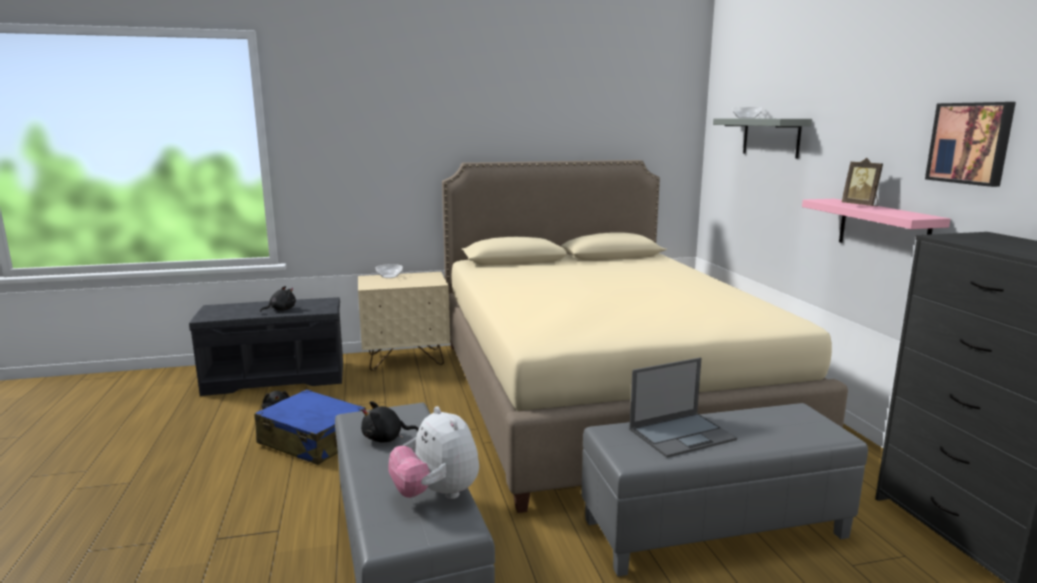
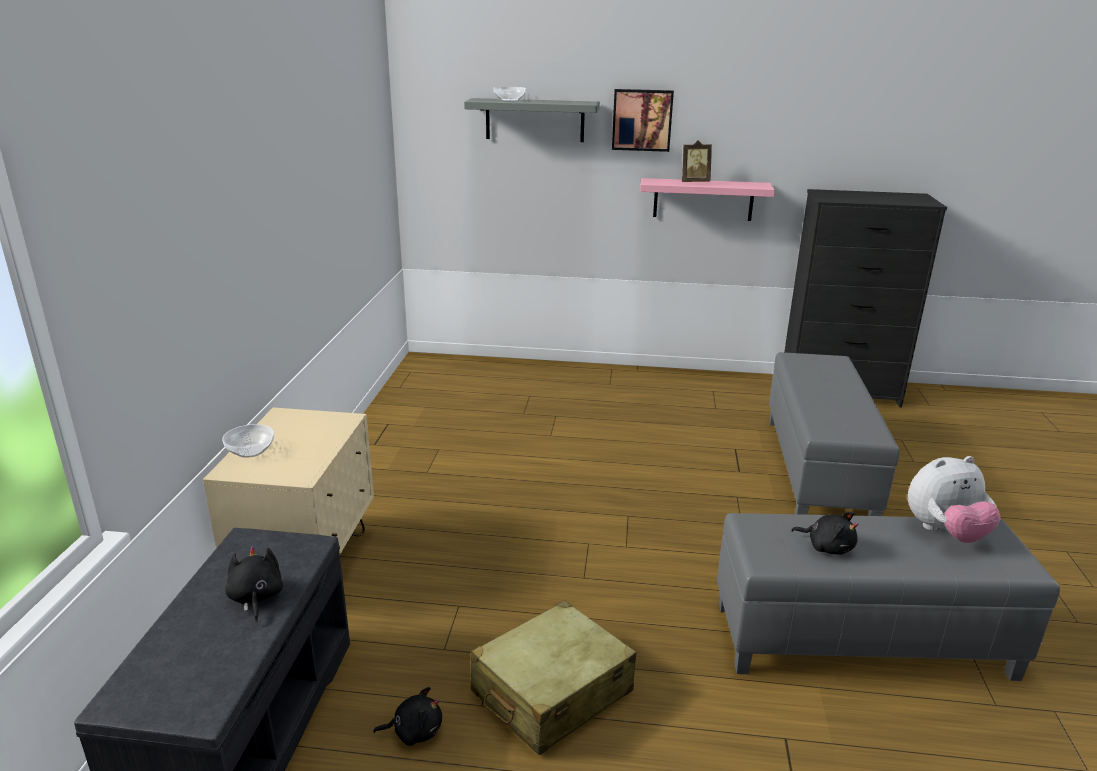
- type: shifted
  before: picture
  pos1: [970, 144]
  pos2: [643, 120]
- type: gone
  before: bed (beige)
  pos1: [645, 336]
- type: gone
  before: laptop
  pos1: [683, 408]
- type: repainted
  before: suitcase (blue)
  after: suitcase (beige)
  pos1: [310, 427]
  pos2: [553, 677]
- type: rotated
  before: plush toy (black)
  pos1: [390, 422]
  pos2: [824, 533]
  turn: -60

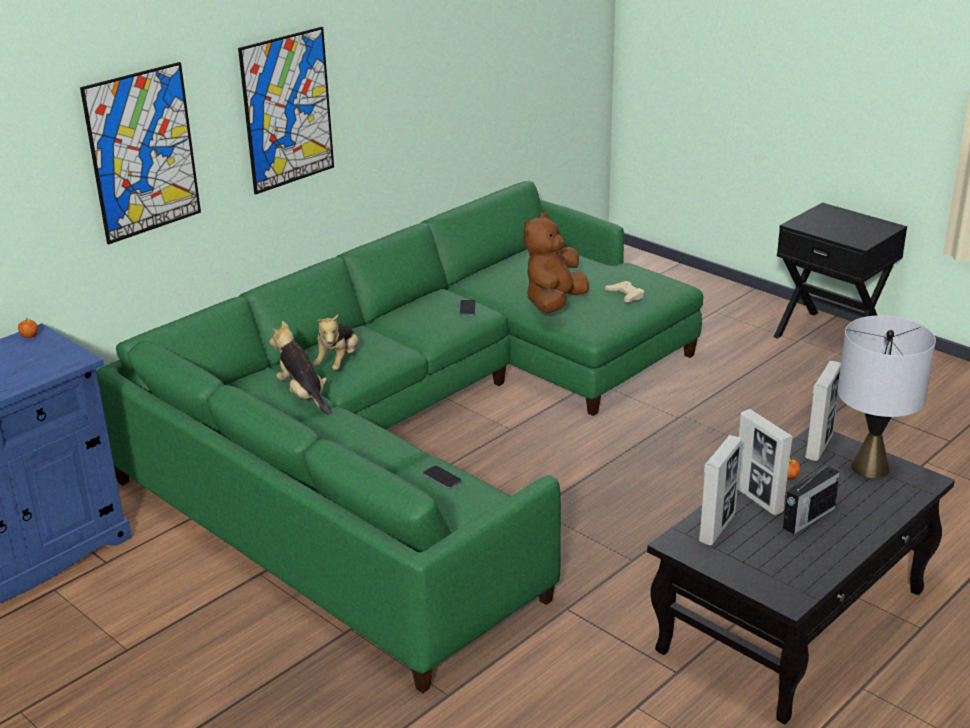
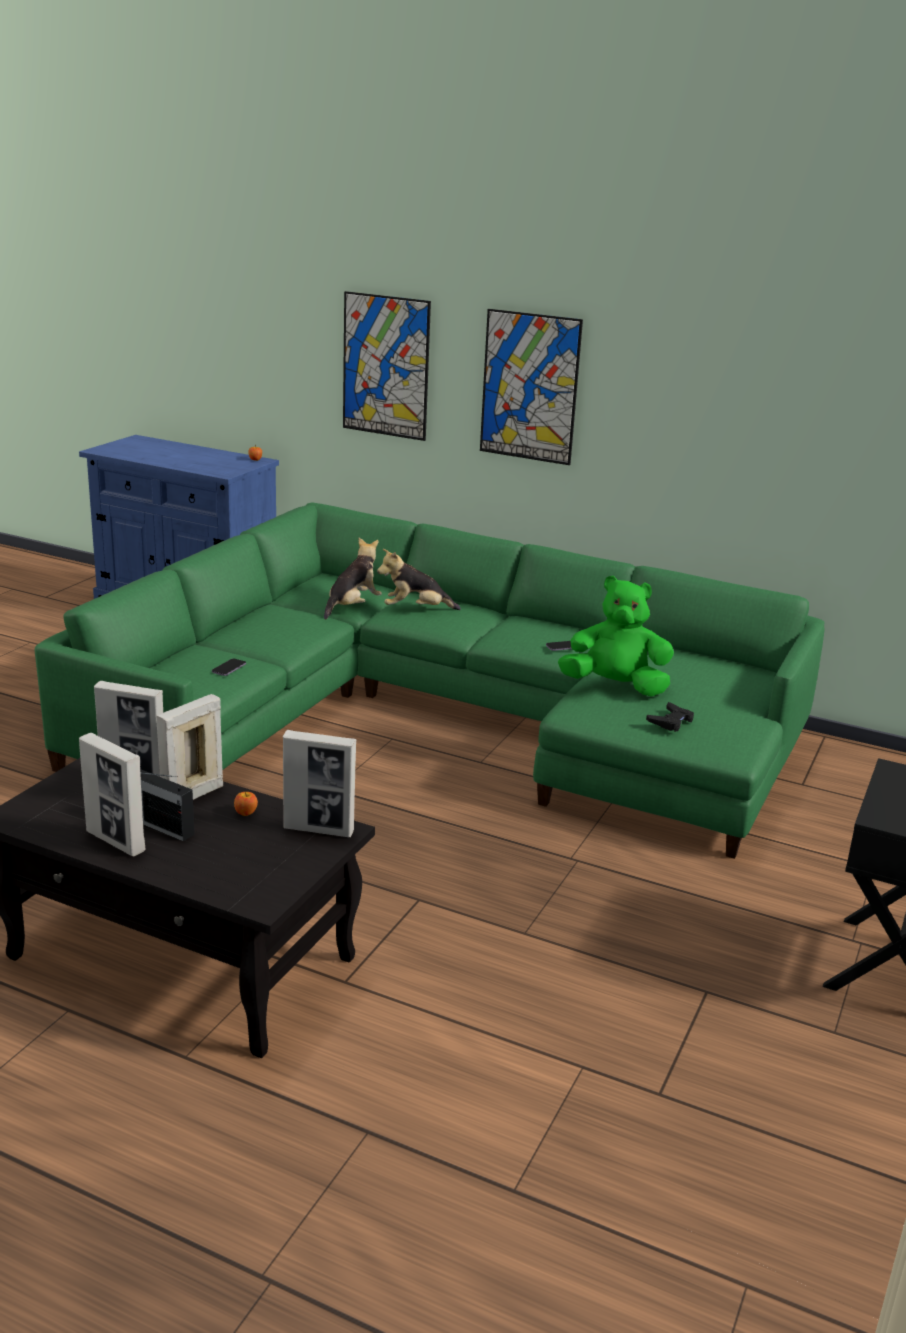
- type: repainted
  before: plush toy (brown)
  after: plush toy (green)
  pos1: [556, 262]
  pos2: [616, 636]
- type: repainted
  before: game controller (beige)
  after: game controller (black)
  pos1: [624, 291]
  pos2: [670, 717]
- type: gone
  before: table lamp (grey)
  pos1: [886, 396]
- type: new
  after: picture frame
  pos2: [112, 794]

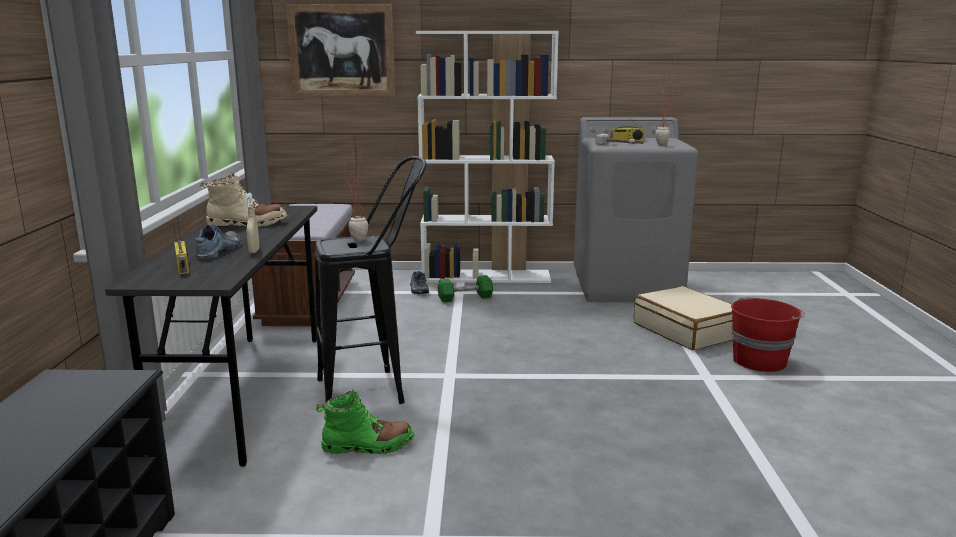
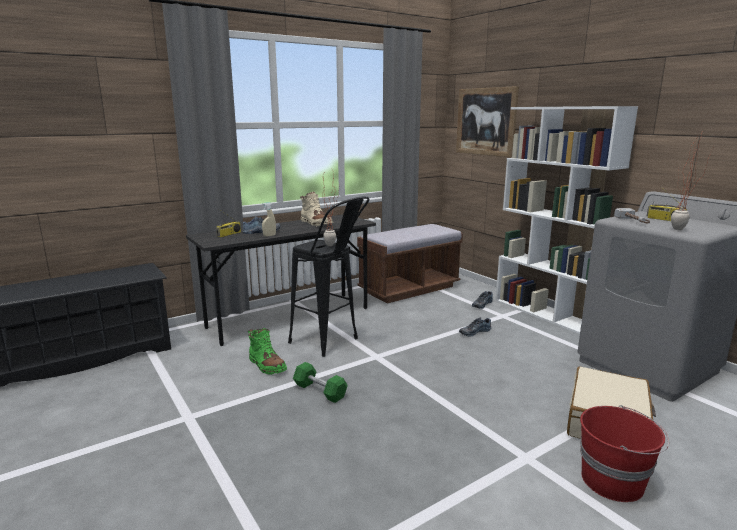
- type: shifted
  before: dumbbell (green)
  pos1: [465, 288]
  pos2: [320, 382]
- type: new
  after: shoe
  pos2: [475, 327]

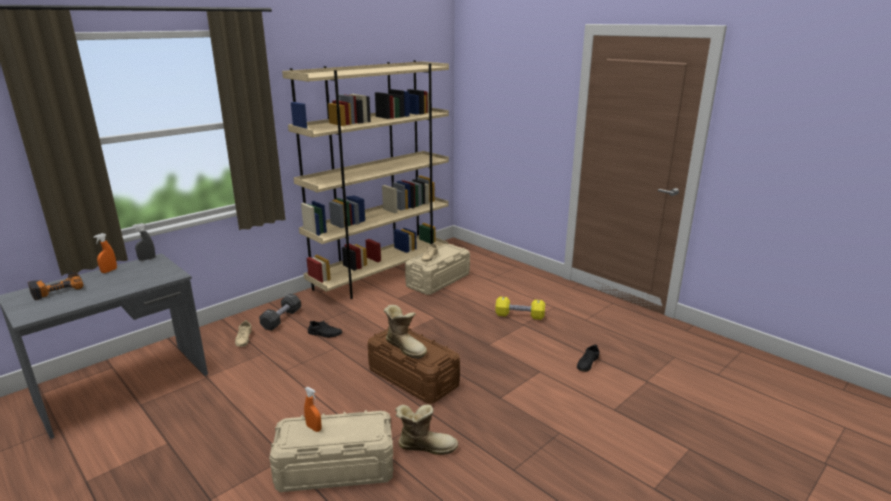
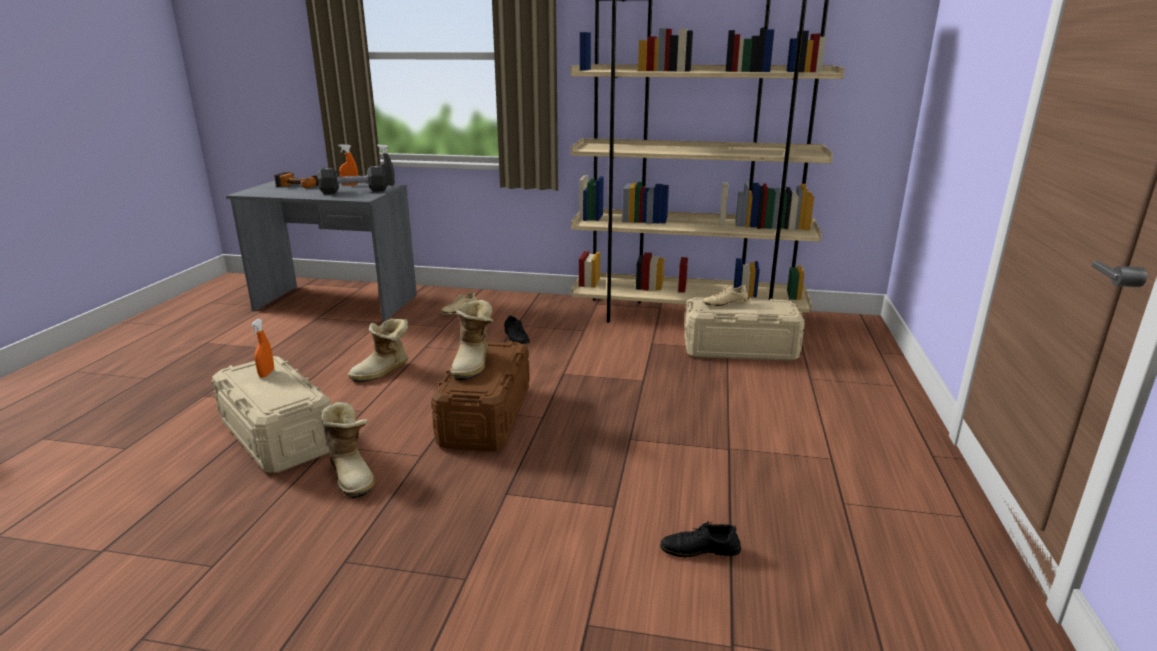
- type: shifted
  before: dumbbell (black)
  pos1: [280, 312]
  pos2: [352, 179]
- type: gone
  before: dumbbell (yellow)
  pos1: [520, 308]
- type: new
  after: boot
  pos2: [378, 350]

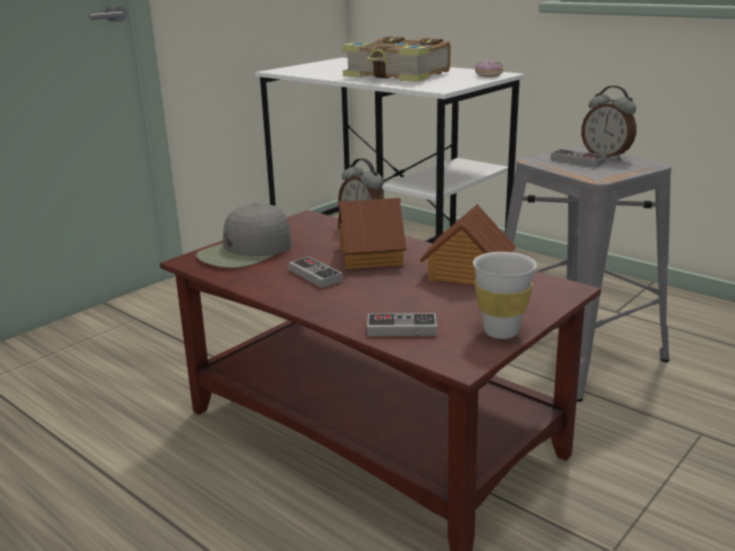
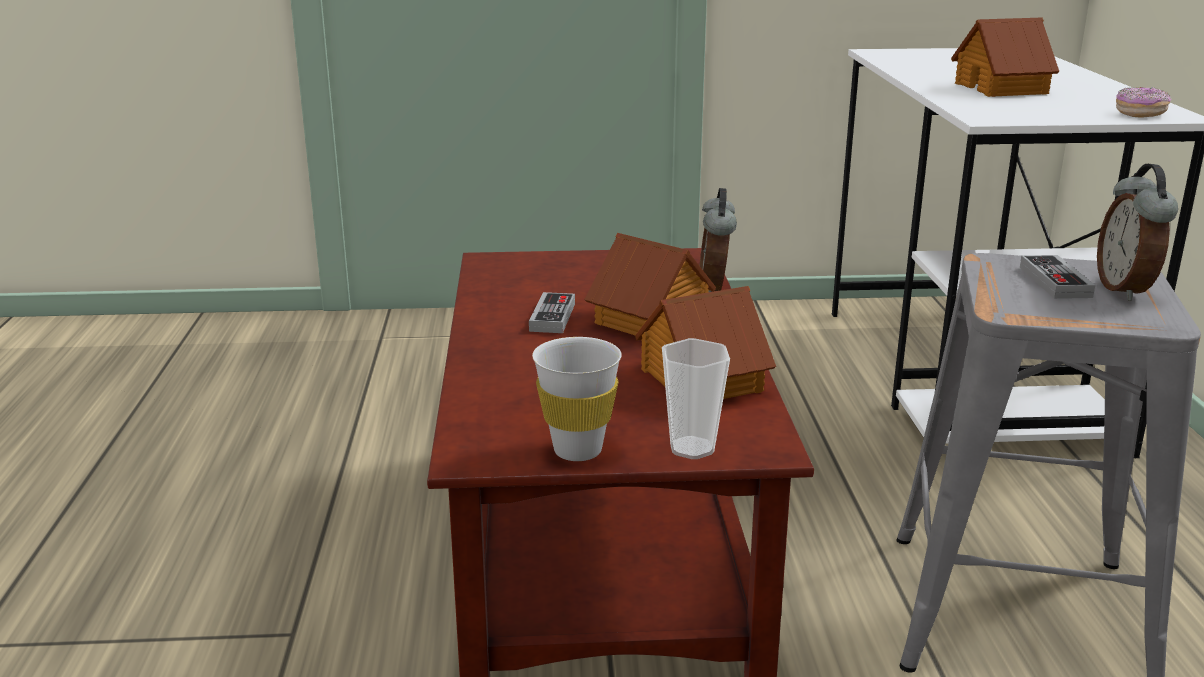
- type: swapped
  before: book
  after: toy house
  pos1: [396, 59]
  pos2: [1005, 57]
- type: gone
  before: cap (grey)
  pos1: [244, 235]
- type: gone
  before: game controller
  pos1: [402, 324]
- type: new
  after: cup
  pos2: [696, 398]

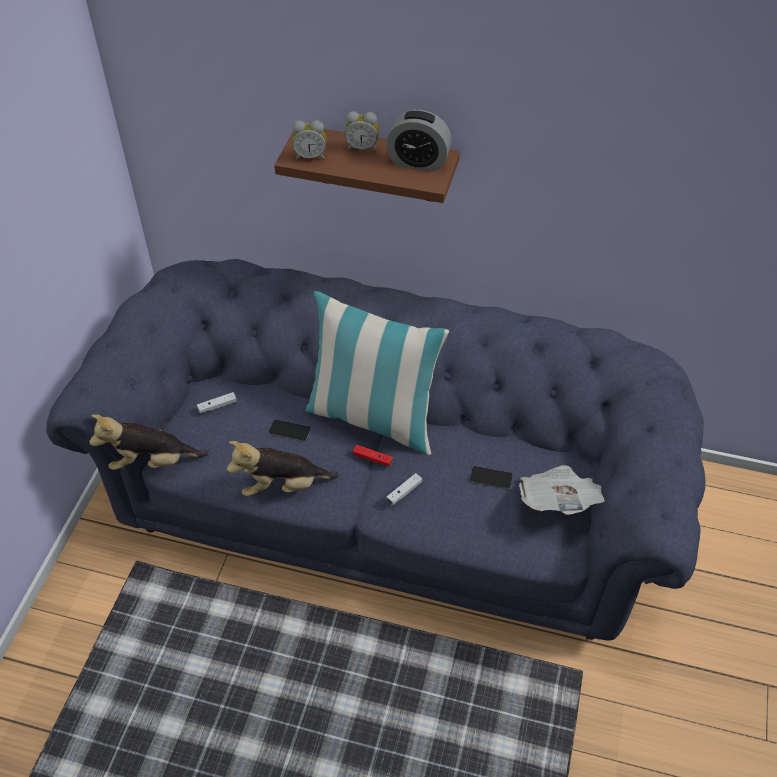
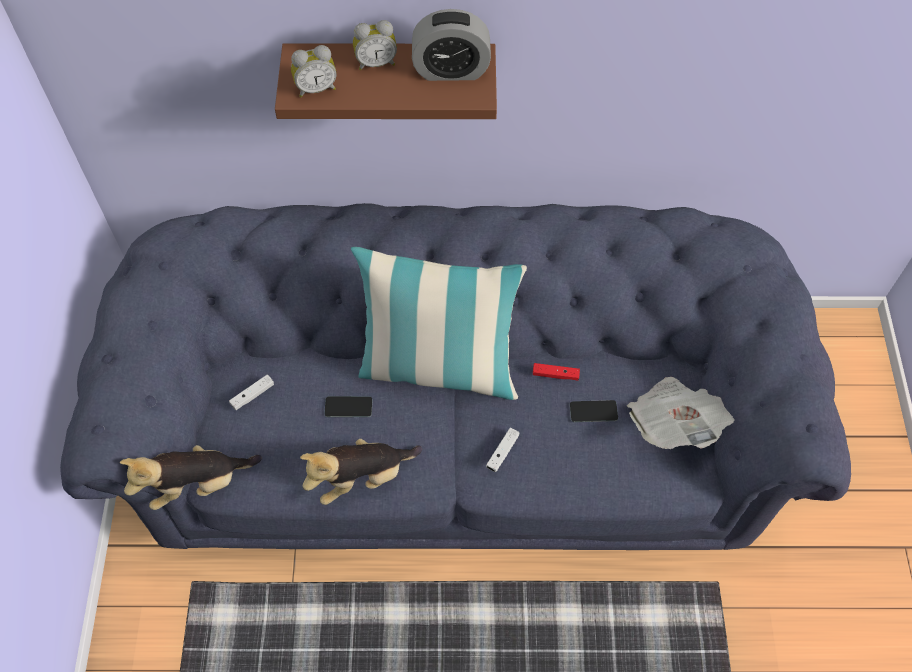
- type: shifted
  before: game controller (red)
  pos1: [373, 455]
  pos2: [556, 371]

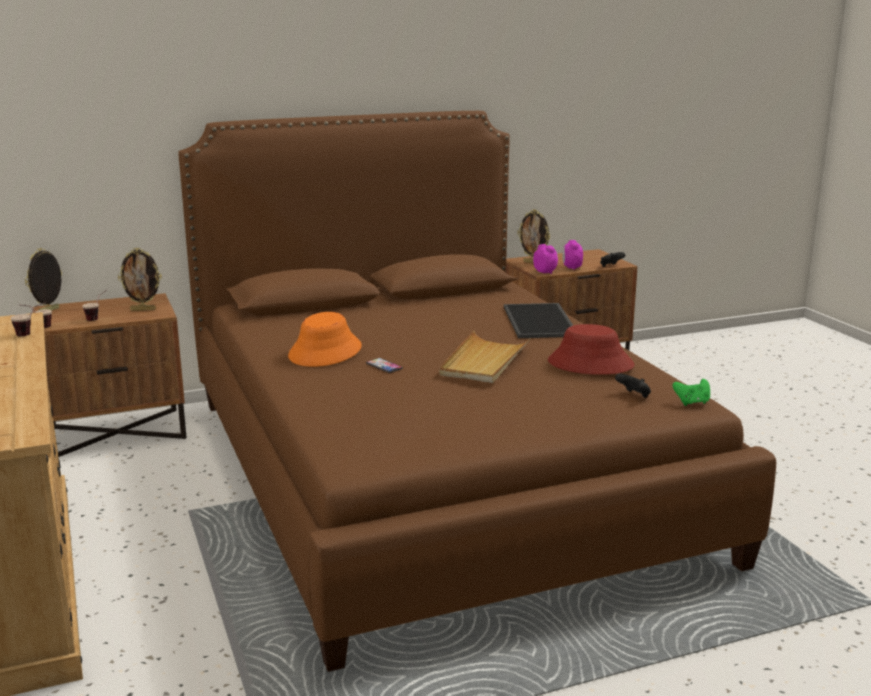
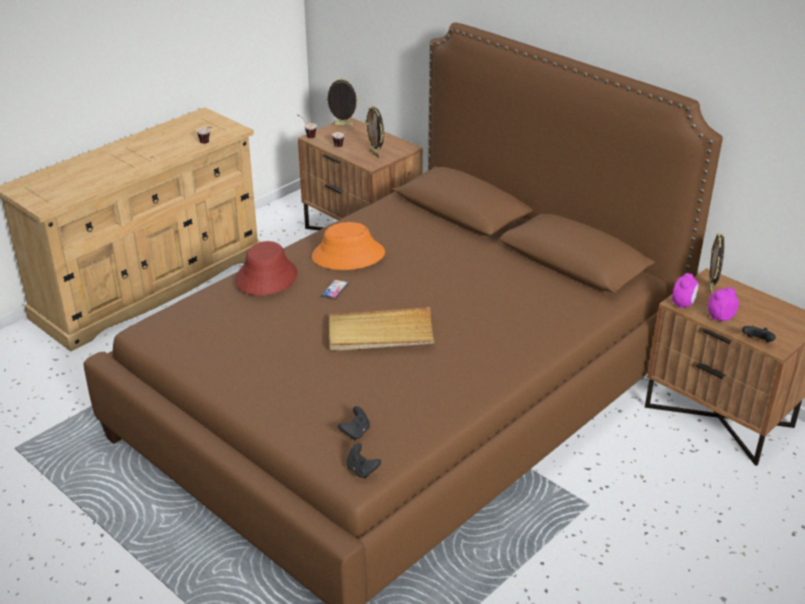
- type: gone
  before: tray
  pos1: [538, 320]
- type: shifted
  before: hat (red)
  pos1: [591, 349]
  pos2: [266, 268]
- type: repainted
  before: game controller (green)
  after: game controller (black)
  pos1: [691, 392]
  pos2: [363, 461]

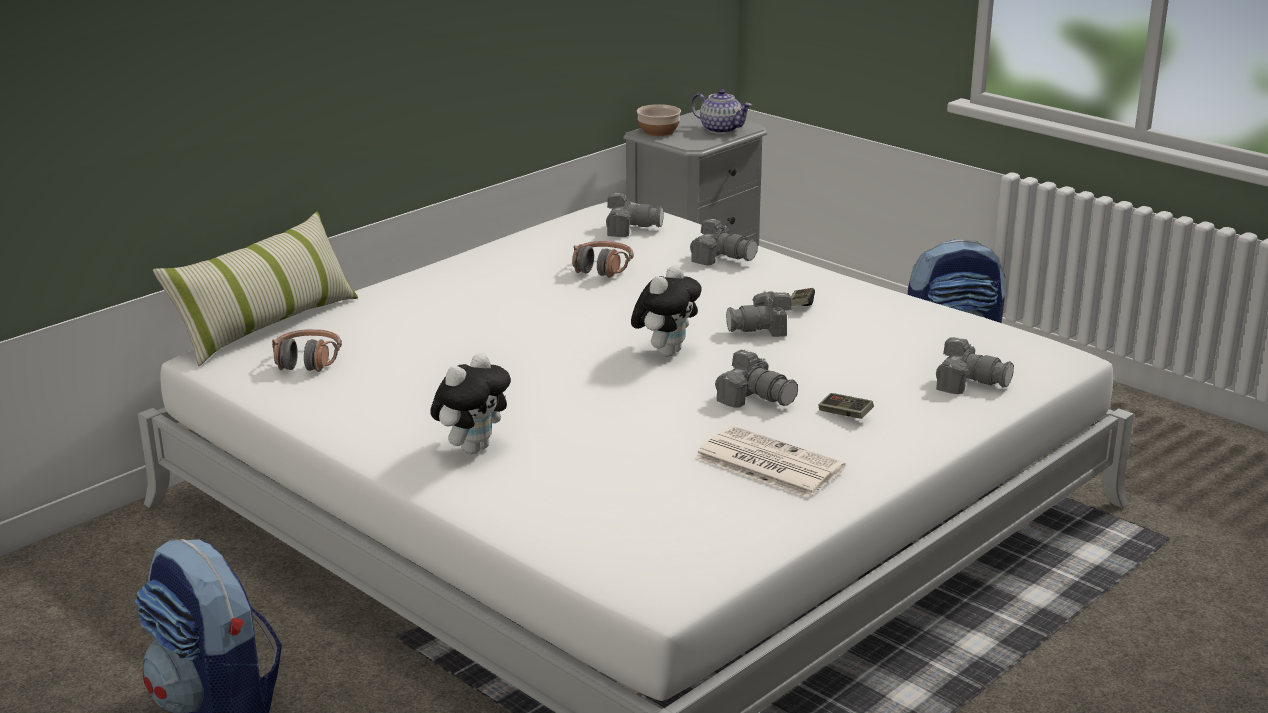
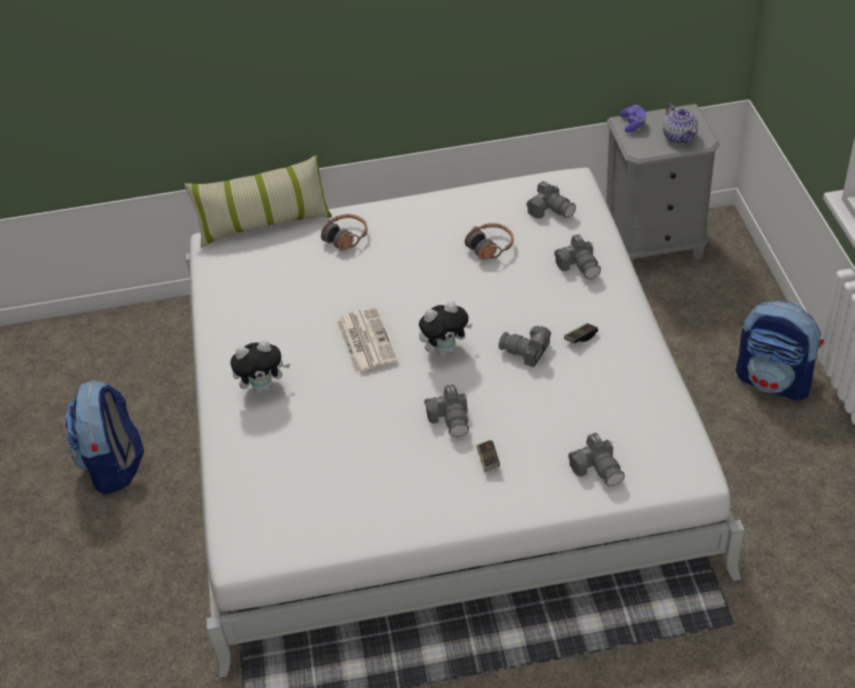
- type: swapped
  before: bowl
  after: game controller (purple)
  pos1: [659, 120]
  pos2: [633, 119]
- type: shifted
  before: headphones
  pos1: [307, 350]
  pos2: [344, 232]
- type: shifted
  before: newspaper
  pos1: [770, 462]
  pos2: [367, 340]

